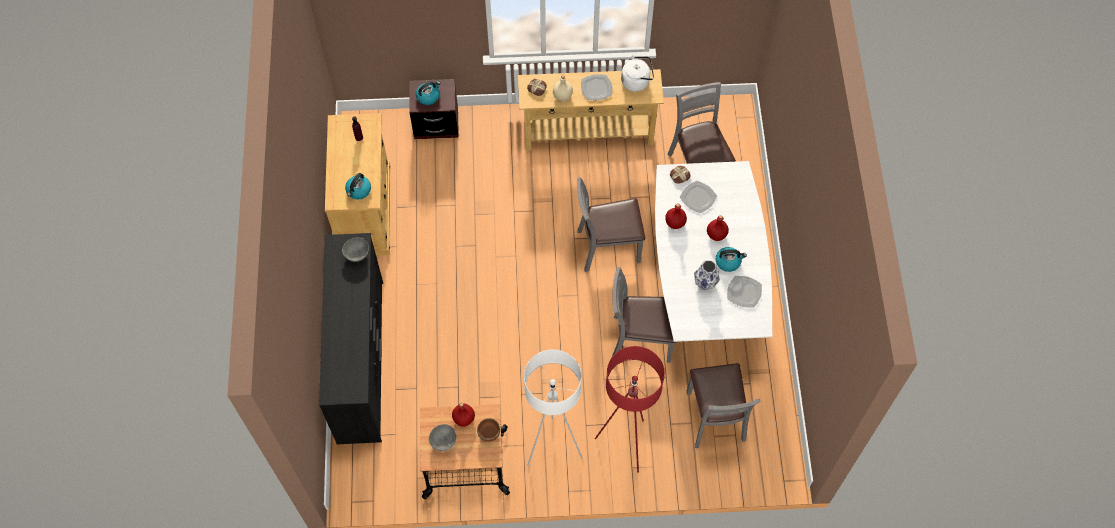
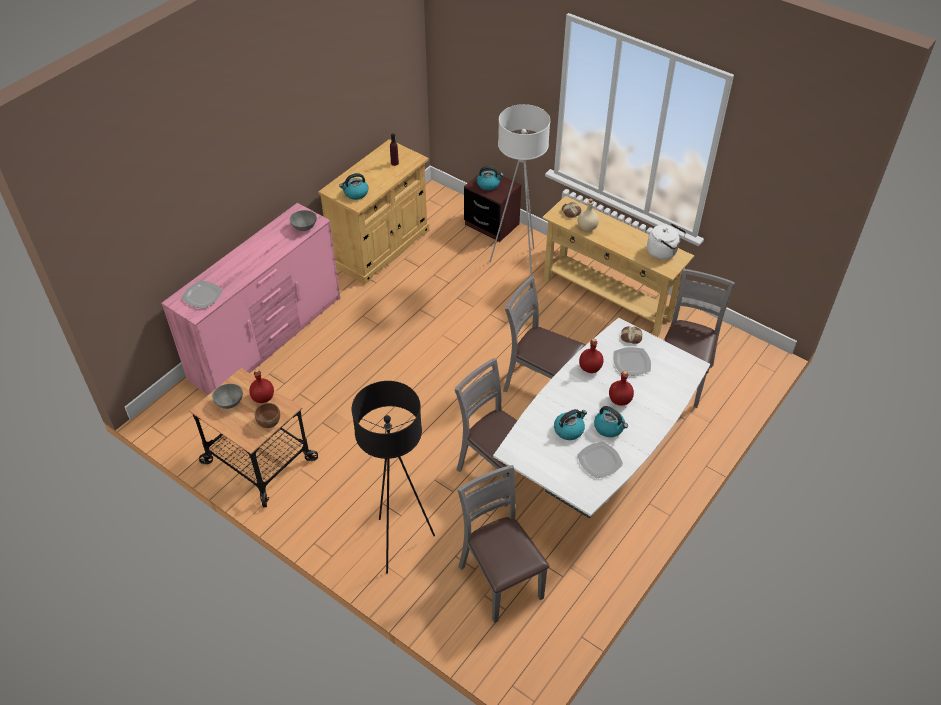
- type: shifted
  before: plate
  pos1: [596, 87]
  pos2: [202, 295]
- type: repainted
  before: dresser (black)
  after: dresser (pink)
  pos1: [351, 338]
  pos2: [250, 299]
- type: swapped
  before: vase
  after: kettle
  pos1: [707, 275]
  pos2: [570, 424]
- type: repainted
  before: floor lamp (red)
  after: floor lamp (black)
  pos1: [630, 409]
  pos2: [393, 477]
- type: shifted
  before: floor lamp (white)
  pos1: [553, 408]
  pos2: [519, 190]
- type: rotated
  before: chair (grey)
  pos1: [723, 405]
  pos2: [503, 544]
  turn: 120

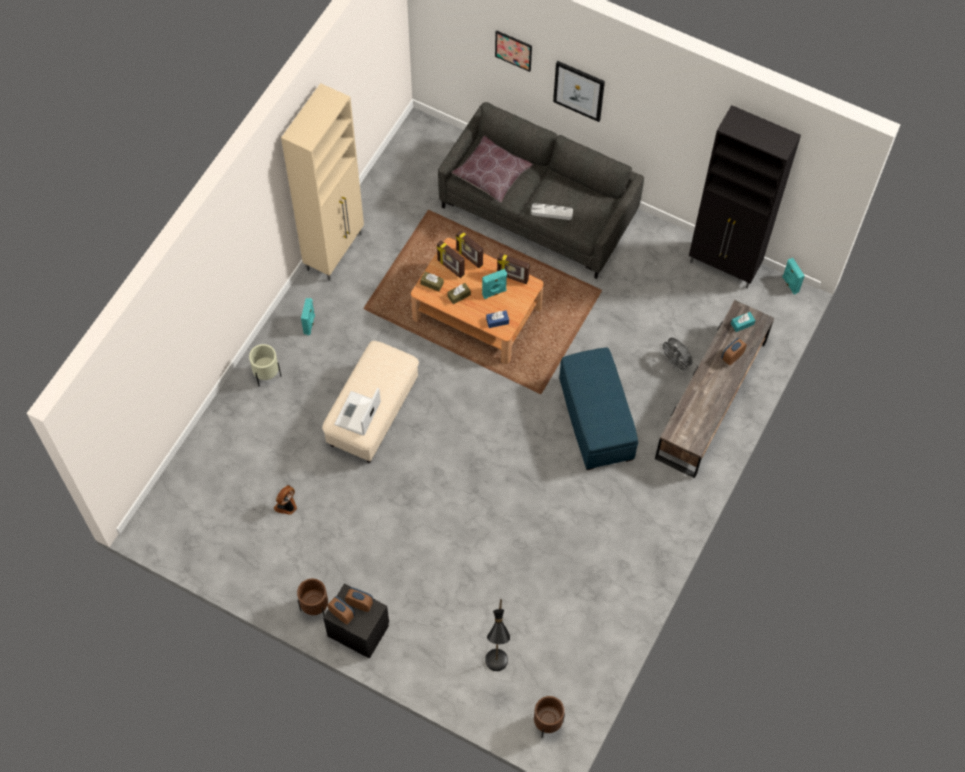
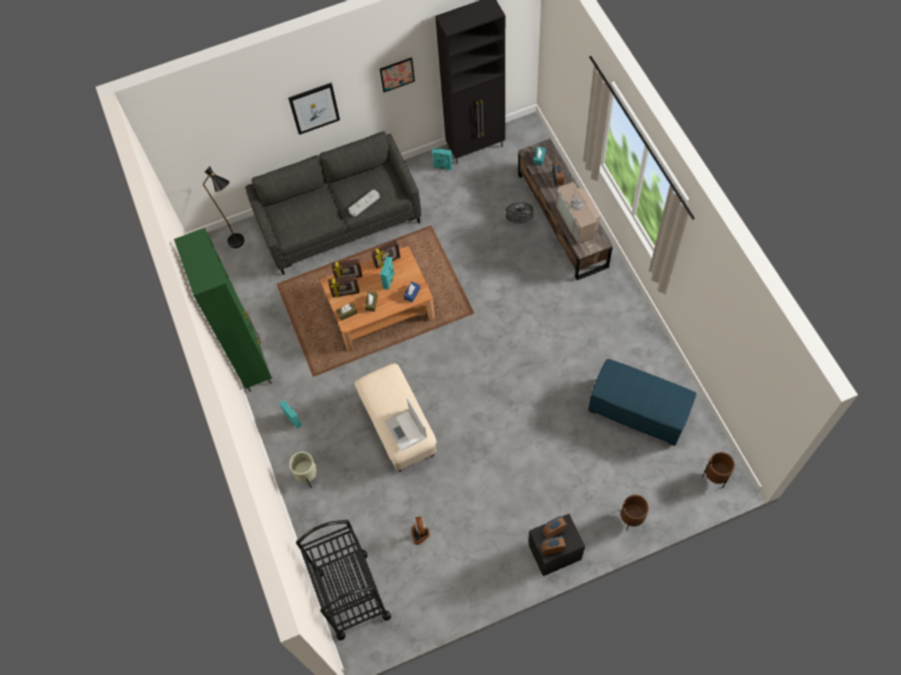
- type: shifted
  before: picture
  pos1: [513, 51]
  pos2: [397, 74]
- type: repainted
  before: cabinet (beige)
  after: cabinet (green)
  pos1: [322, 182]
  pos2: [223, 310]
- type: gone
  before: pillow (brown)
  pos1: [492, 169]
- type: shifted
  before: speaker (turquoise)
  pos1: [793, 276]
  pos2: [442, 159]
- type: shifted
  before: ottoman (blue)
  pos1: [598, 408]
  pos2: [642, 402]
- type: shifted
  before: planter (brown)
  pos1: [312, 597]
  pos2: [635, 513]
- type: shifted
  before: floor lamp (black)
  pos1: [497, 635]
  pos2: [223, 207]
- type: new
  after: television
  pos2: [578, 211]
- type: new
  after: cart (black)
  pos2: [343, 580]

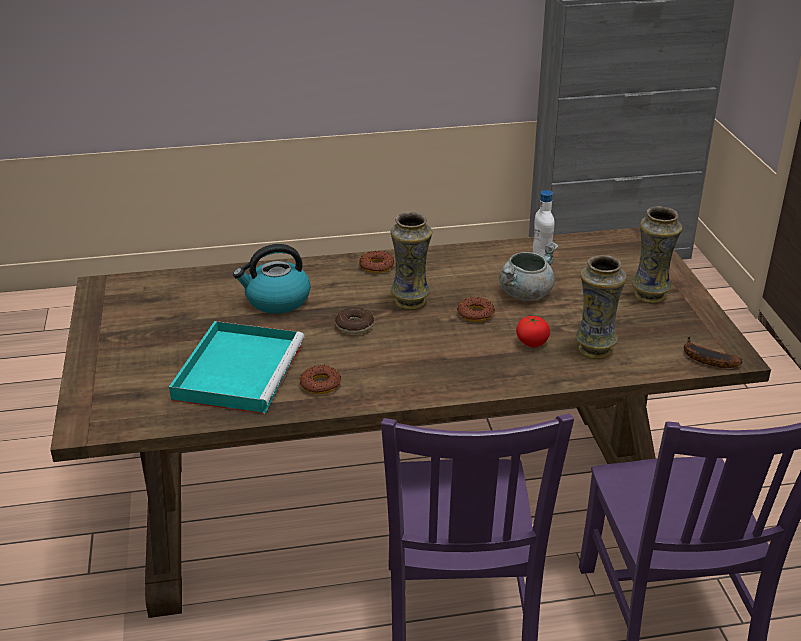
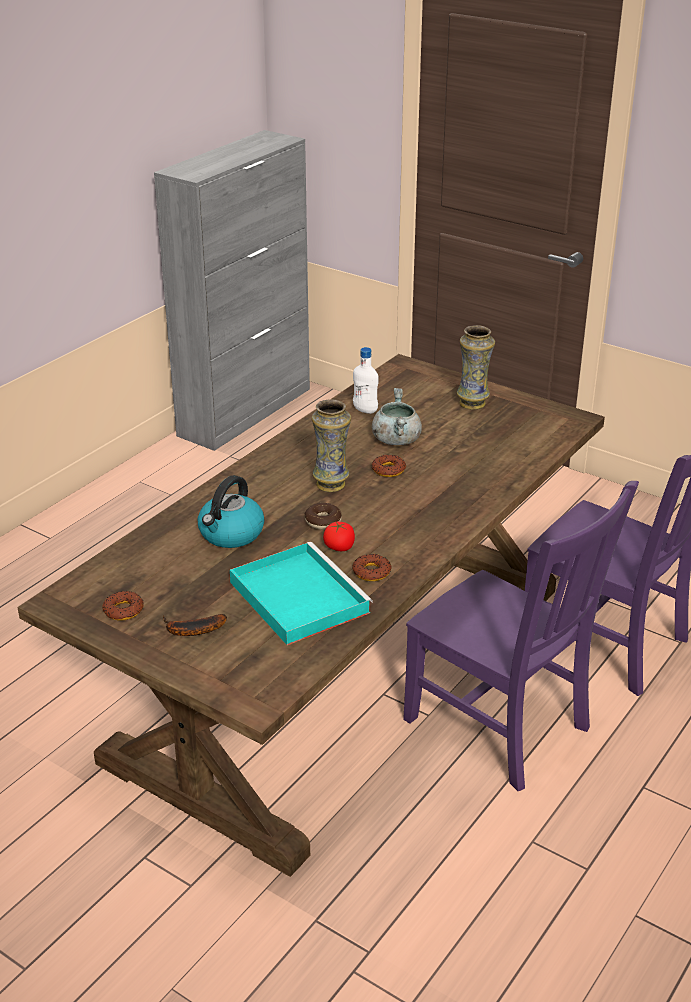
- type: shifted
  before: donut
  pos1: [376, 262]
  pos2: [123, 606]
- type: gone
  before: vase
  pos1: [601, 307]
- type: shifted
  before: tomato
  pos1: [533, 331]
  pos2: [339, 536]
- type: shifted
  before: banana
  pos1: [713, 352]
  pos2: [195, 625]

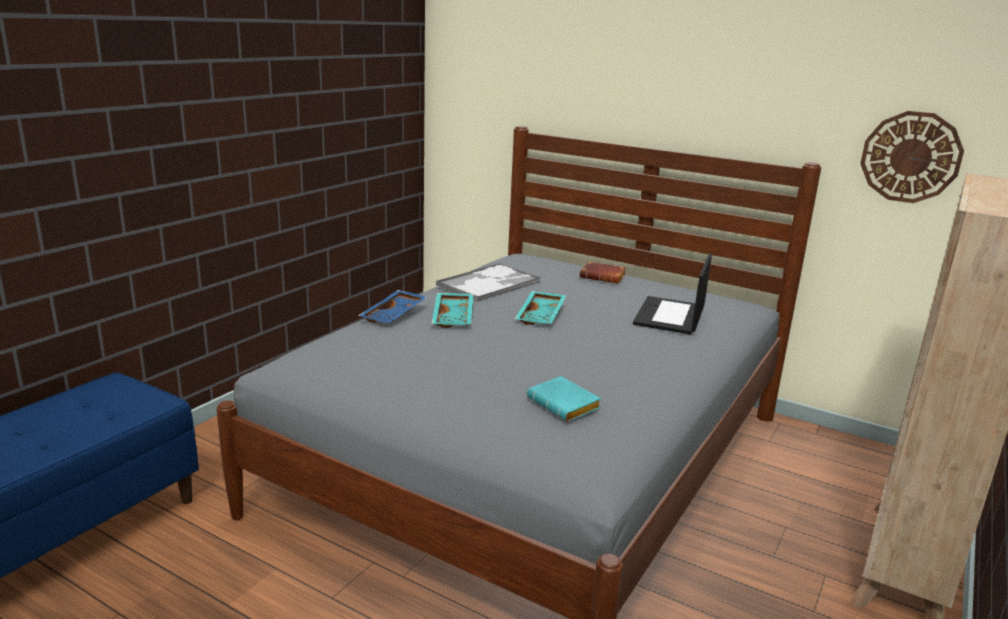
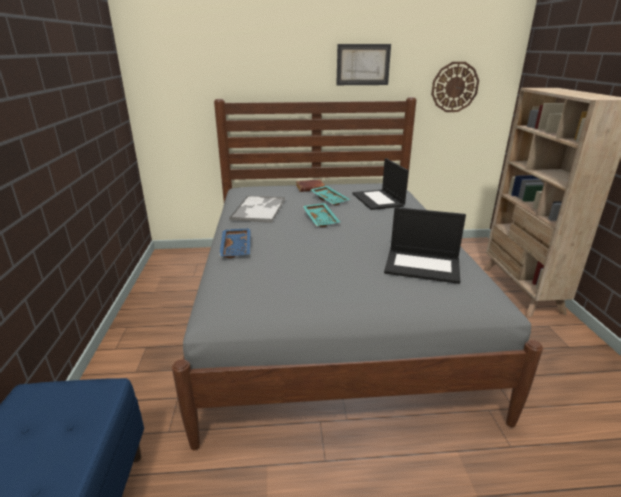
- type: shifted
  before: tray (turquoise)
  pos1: [452, 310]
  pos2: [330, 196]
- type: swapped
  before: book (turquoise)
  after: laptop
  pos1: [564, 399]
  pos2: [425, 245]
- type: new
  after: picture
  pos2: [363, 64]

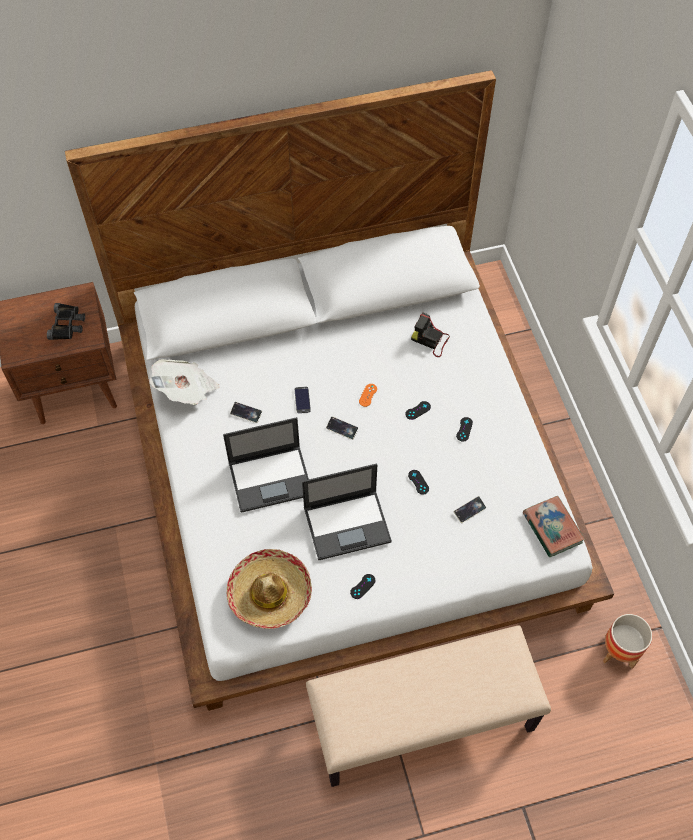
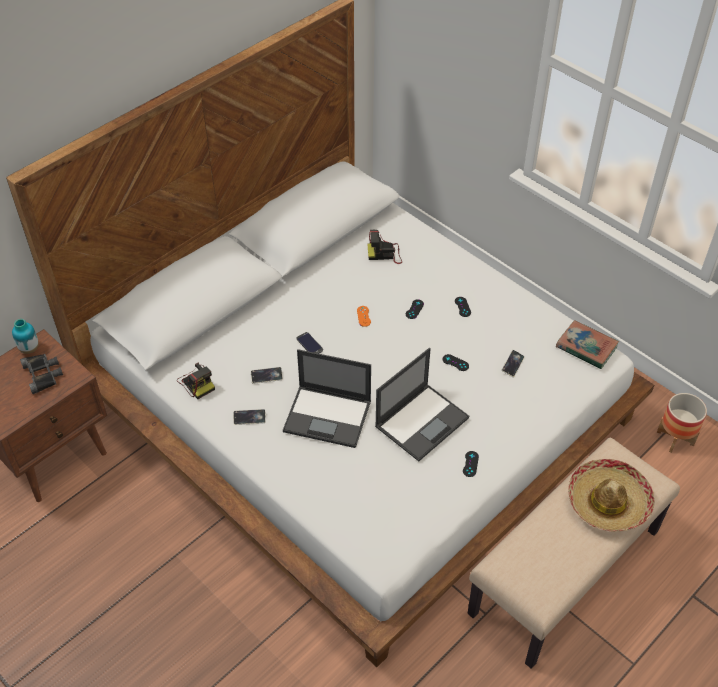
- type: swapped
  before: newspaper
  after: photo camera
  pos1: [184, 382]
  pos2: [196, 380]
- type: shifted
  before: phone
  pos1: [342, 428]
  pos2: [249, 417]
- type: rotated
  before: laptop
  pos1: [266, 465]
  pos2: [327, 398]
  turn: 60
- type: shifted
  before: hat
  pos1: [269, 589]
  pos2: [611, 495]
- type: new
  after: vase
  pos2: [25, 336]

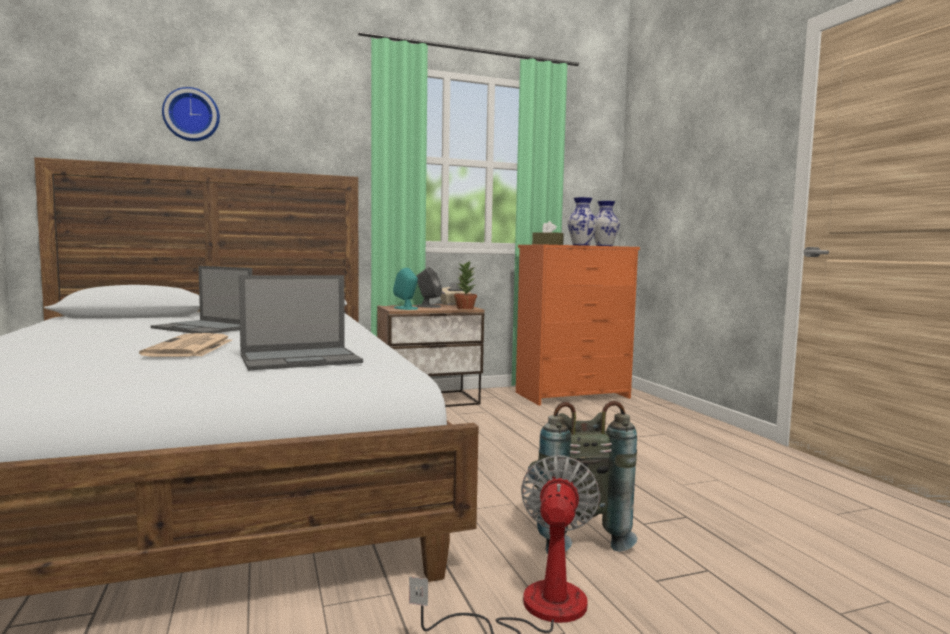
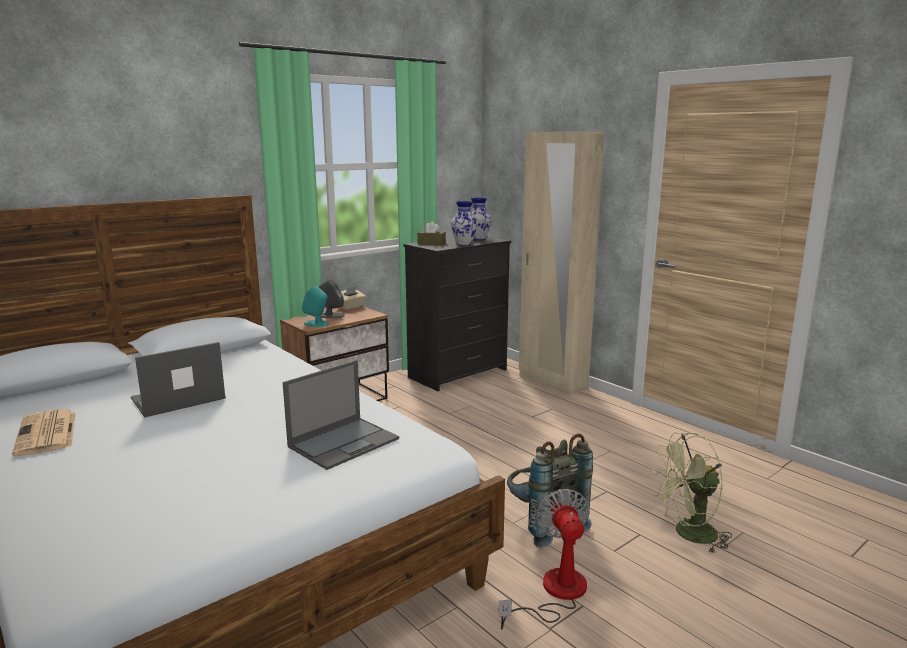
- type: gone
  before: wall clock
  pos1: [191, 114]
- type: repainted
  before: dresser (orange)
  after: dresser (black)
  pos1: [578, 325]
  pos2: [457, 313]
- type: gone
  before: potted plant
  pos1: [465, 285]
- type: rotated
  before: laptop
  pos1: [201, 299]
  pos2: [178, 380]
  turn: 135
- type: shifted
  before: newspaper
  pos1: [185, 345]
  pos2: [44, 432]
- type: new
  after: wardrobe (beige)
  pos2: [562, 263]
- type: new
  after: fan (green)
  pos2: [692, 493]

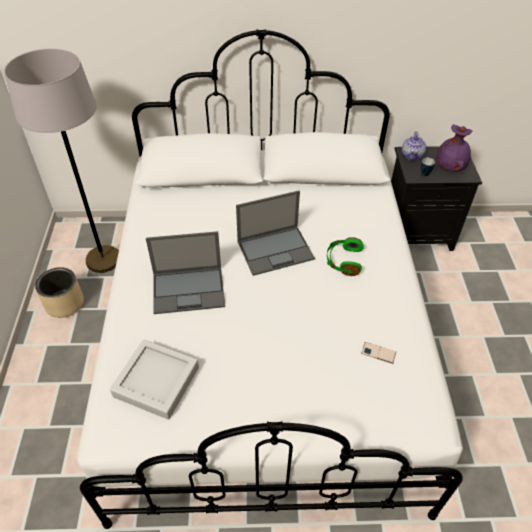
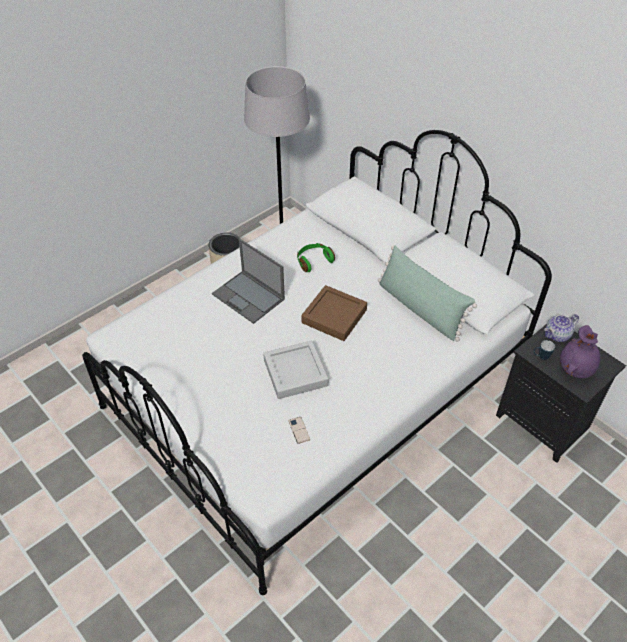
- type: swapped
  before: laptop
  after: tray (brown)
  pos1: [275, 233]
  pos2: [334, 313]
- type: shifted
  before: headphones (green)
  pos1: [345, 256]
  pos2: [316, 257]
- type: shifted
  before: tray (grey)
  pos1: [154, 380]
  pos2: [295, 370]
- type: new
  after: pillow (green)
  pos2: [427, 293]

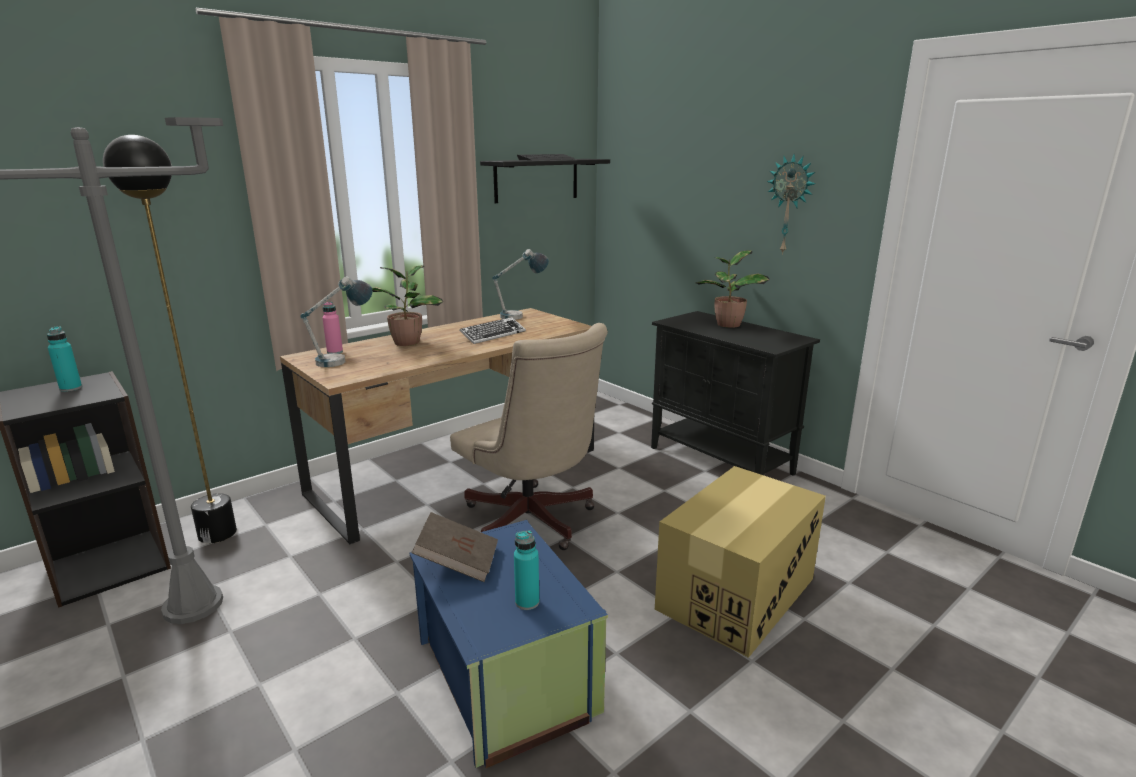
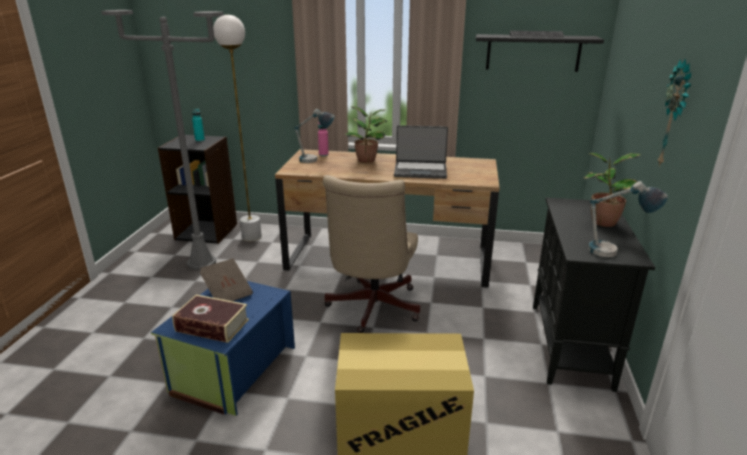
- type: repainted
  before: floor lamp (black)
  after: floor lamp (white)
  pos1: [170, 339]
  pos2: [237, 128]
- type: shifted
  before: table lamp
  pos1: [520, 284]
  pos2: [628, 219]
- type: swapped
  before: keyboard
  after: laptop
  pos1: [493, 330]
  pos2: [421, 152]
- type: swapped
  before: bottle (turquoise)
  after: book
  pos1: [526, 570]
  pos2: [210, 319]

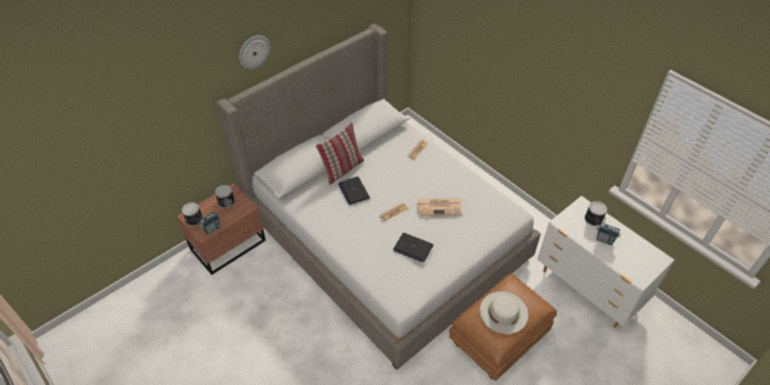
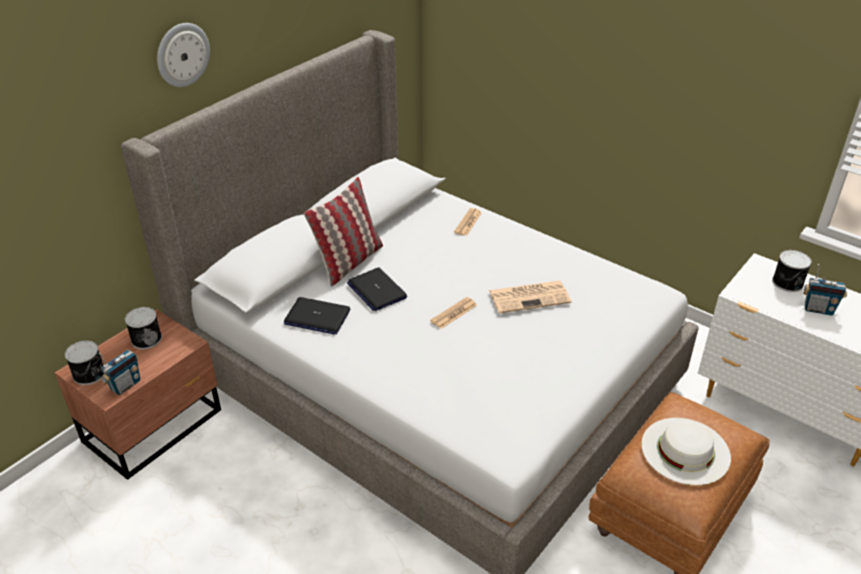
- type: shifted
  before: laptop
  pos1: [413, 248]
  pos2: [317, 316]

